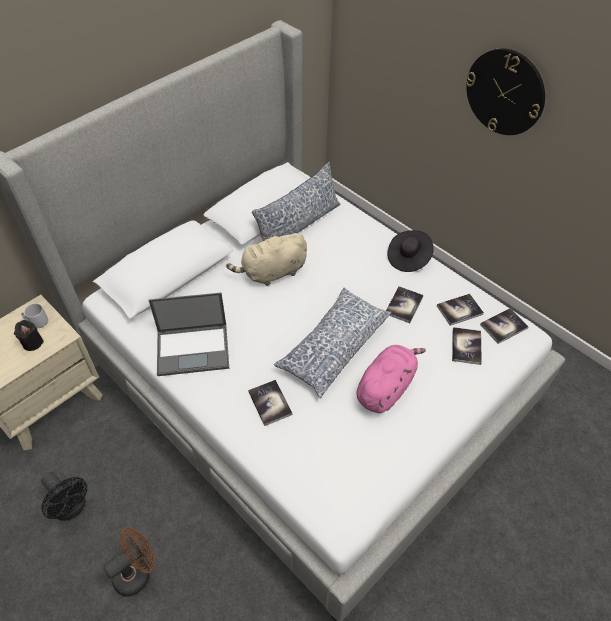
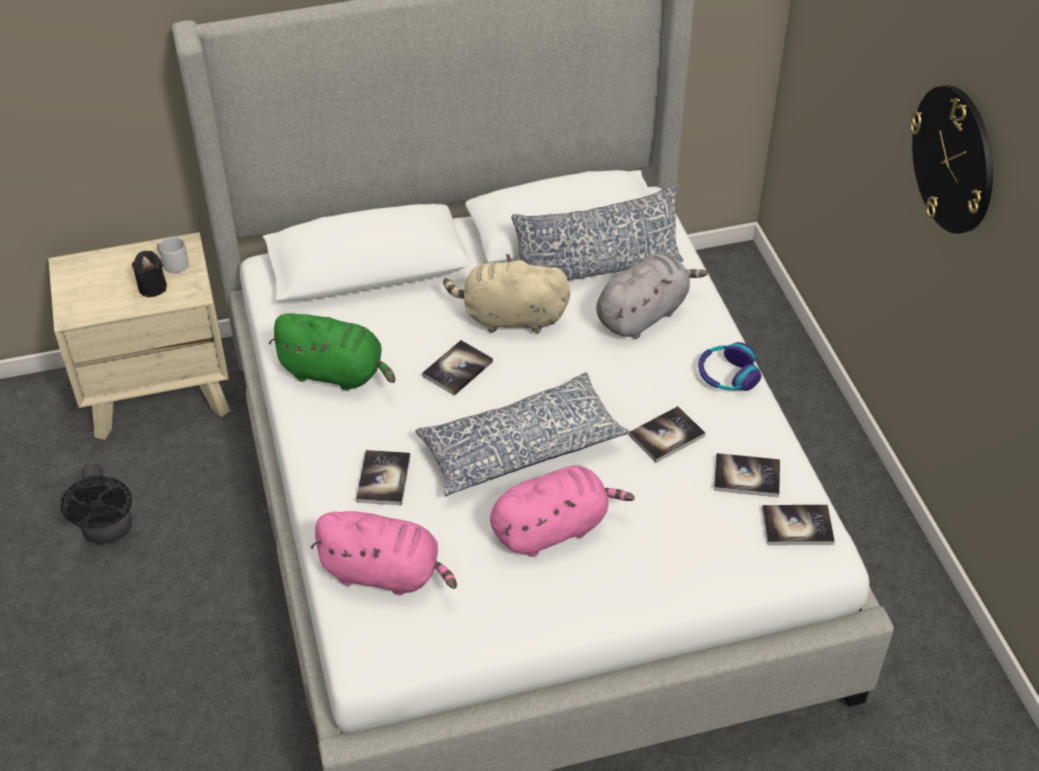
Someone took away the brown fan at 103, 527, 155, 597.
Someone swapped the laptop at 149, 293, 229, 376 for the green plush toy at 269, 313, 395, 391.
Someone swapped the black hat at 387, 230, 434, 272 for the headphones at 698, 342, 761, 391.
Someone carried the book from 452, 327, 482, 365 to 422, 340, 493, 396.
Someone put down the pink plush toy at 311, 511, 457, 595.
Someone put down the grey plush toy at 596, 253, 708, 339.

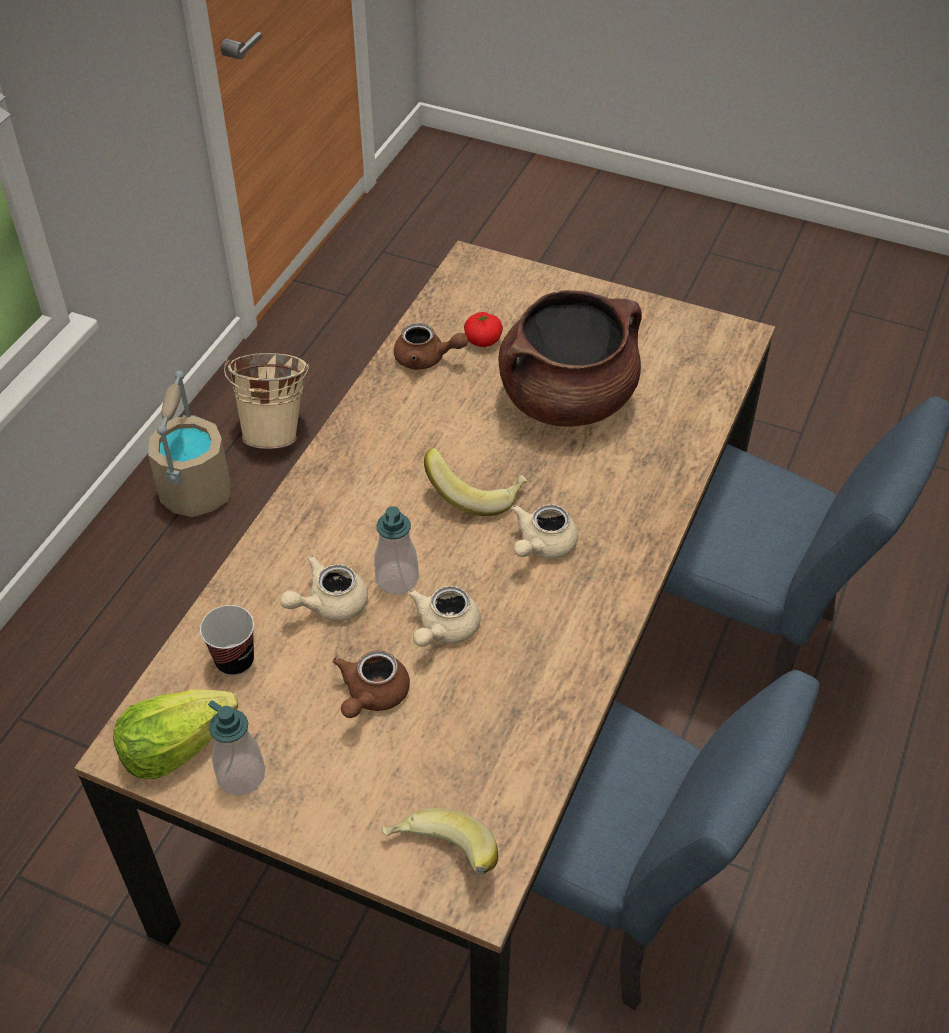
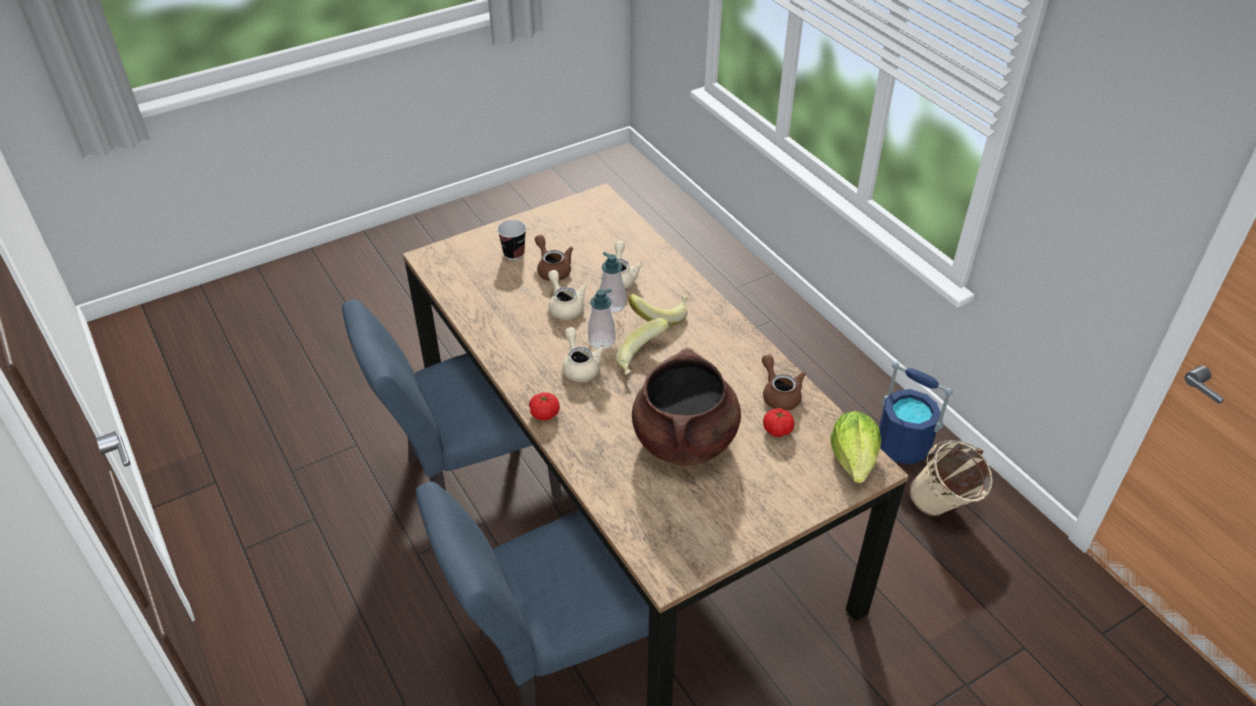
Someone carried the lettuce from 113, 689, 238, 779 to 831, 411, 881, 483.
Someone repainted the beige bucket at 148, 371, 231, 517, which became the blue bucket at 879, 362, 953, 465.
Someone carried the cup from 200, 605, 254, 676 to 497, 220, 526, 260.
Someone carried the soap dispenser from 208, 700, 265, 795 to 588, 289, 615, 349.
Someone carried the banana from 381, 808, 498, 874 to 629, 294, 688, 326.
Someone rotated the brown teapot at 394, 323, 468, 370 by 105 degrees clockwise.
Someone put down the tomato at 529, 393, 560, 420.

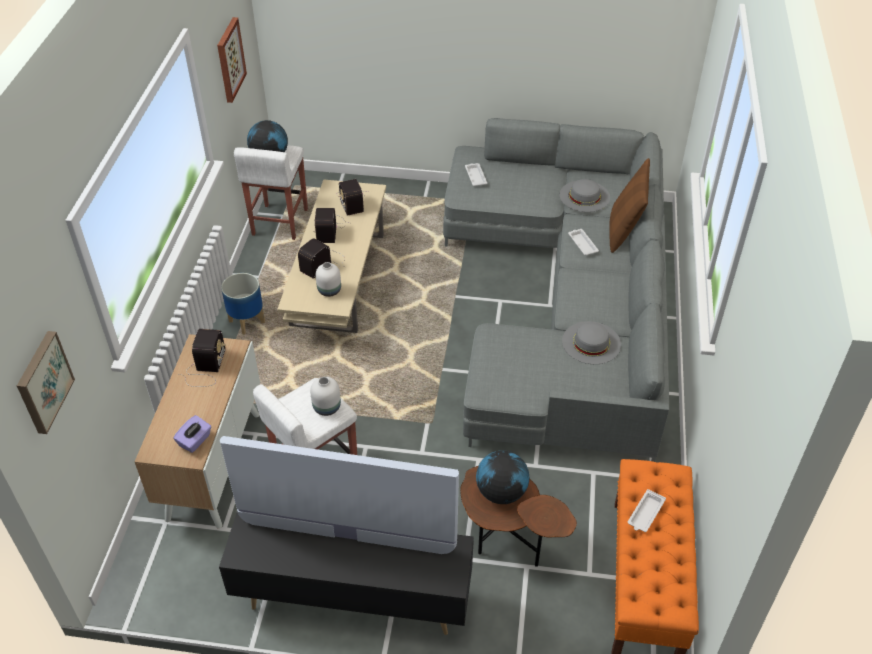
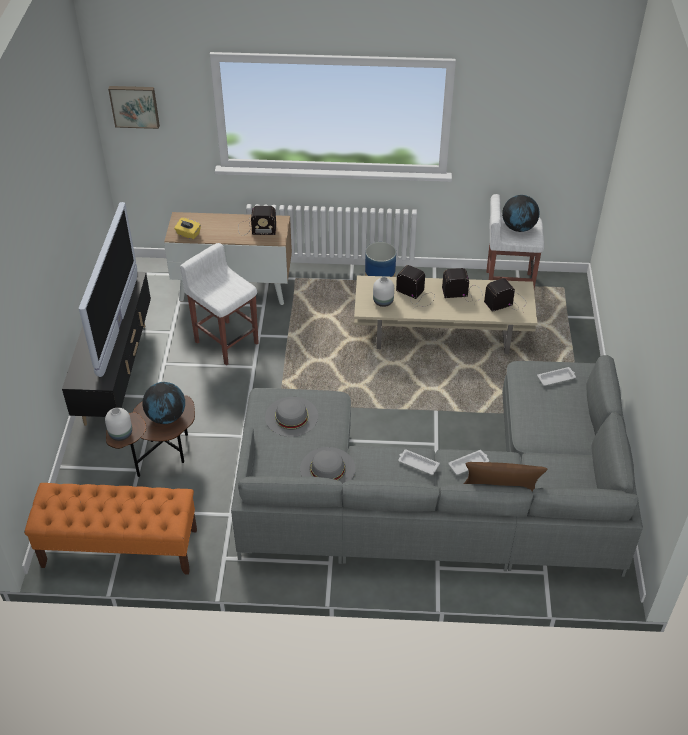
Someone repainted the purple tissue box at 173, 415, 211, 453, which became the yellow tissue box at 174, 218, 201, 240.
Someone took away the picture at 217, 17, 247, 103.
Someone carried the white vase from 310, 377, 341, 416 to 105, 408, 132, 441.
Someone carried the grey hat from 559, 179, 610, 212 to 265, 397, 318, 437.
Someone carried the white tray from 628, 489, 666, 532 to 398, 450, 440, 475.

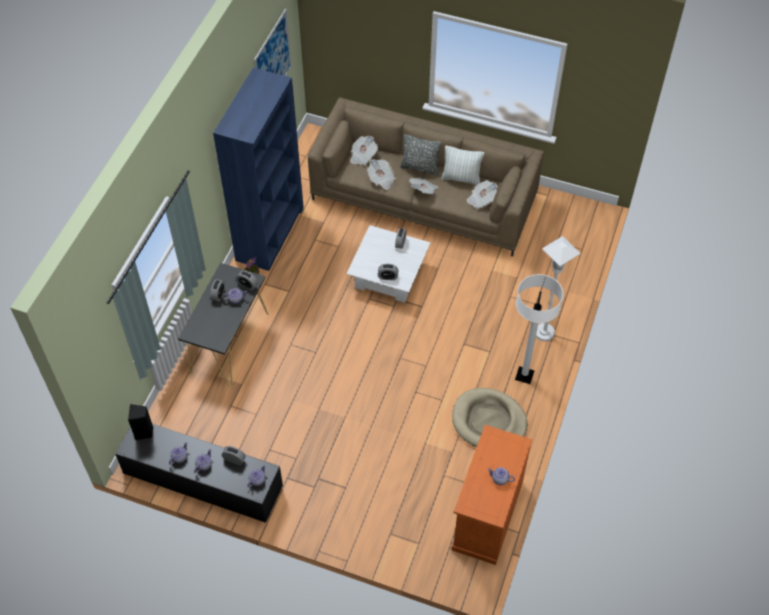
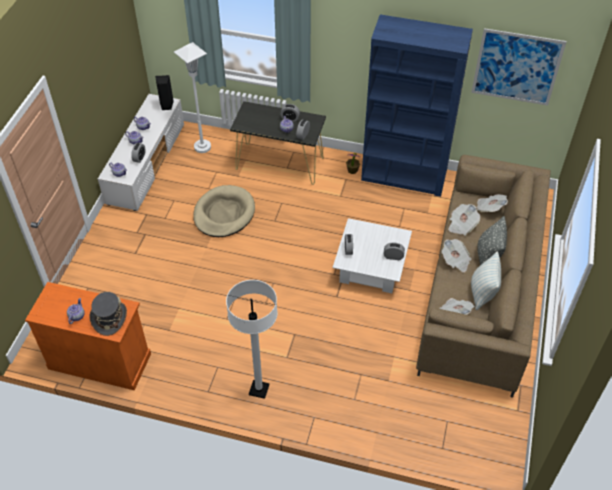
Someone repainted the black tv stand at 115, 424, 283, 523, which became the white tv stand at 98, 94, 184, 211.
Someone carried the beige dog bed from 452, 388, 527, 447 to 193, 185, 255, 237.
Someone carried the white floor lamp from 536, 236, 581, 341 to 174, 42, 211, 153.
Someone put down the grey hat at 90, 292, 127, 336.

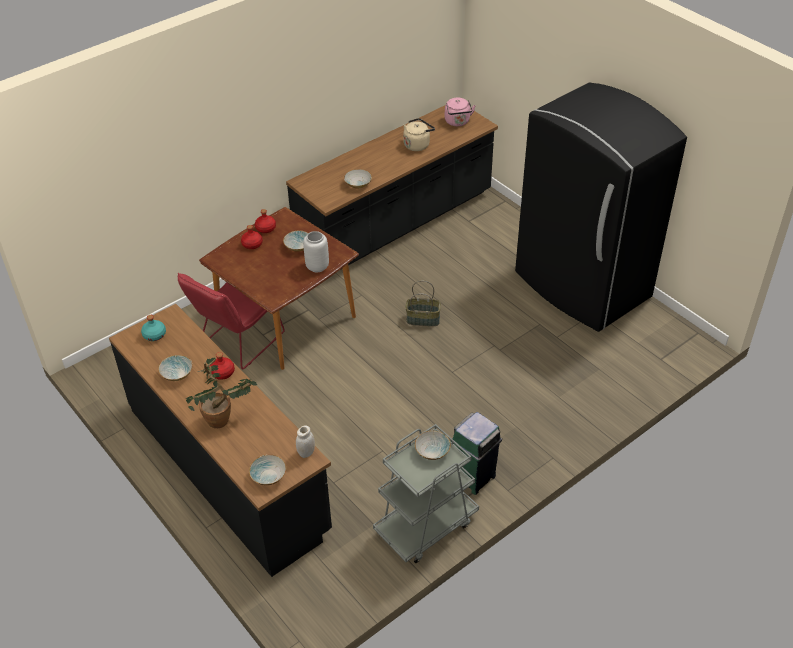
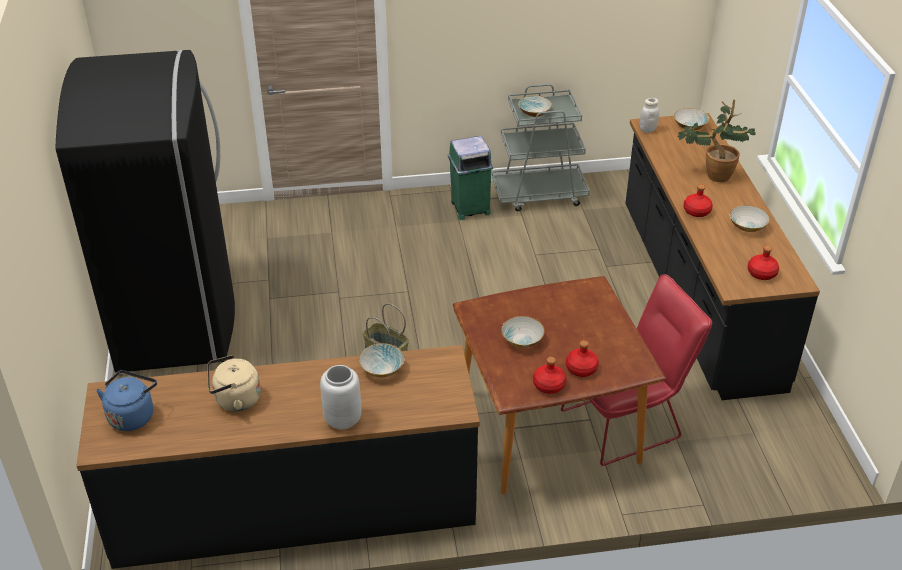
Someone repainted the turquoise bottle at 141, 315, 166, 341, which became the red bottle at 748, 245, 779, 280.
Someone carried the grey vase from 303, 231, 329, 272 to 320, 365, 361, 429.
Someone repainted the pink kettle at 445, 97, 476, 126, which became the blue kettle at 96, 370, 157, 431.

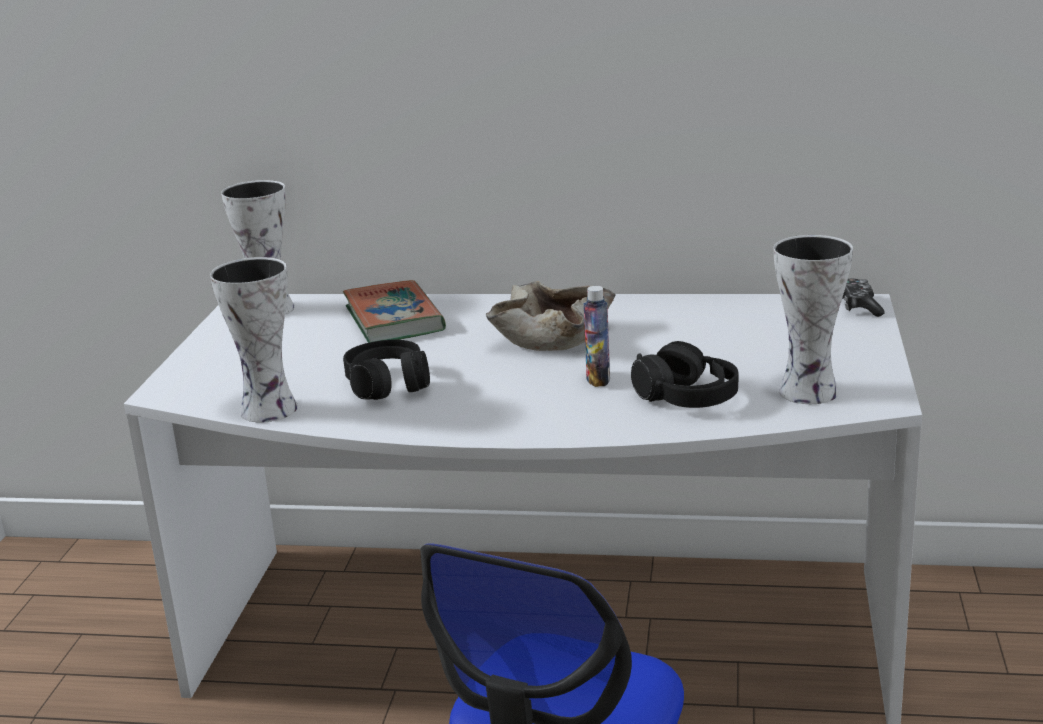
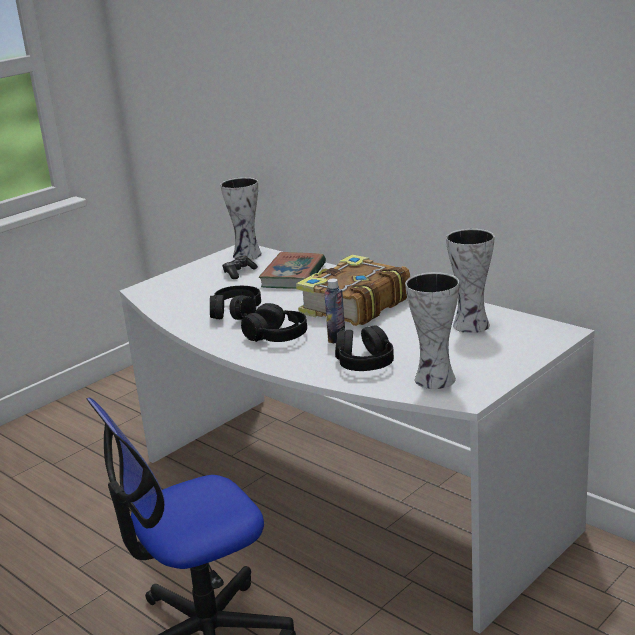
Someone carried the vase from 210, 257, 298, 423 to 446, 229, 494, 333.
Someone swapped the beige bowl at 486, 281, 615, 351 for the book at 296, 255, 410, 326.
Someone carried the game controller from 842, 279, 885, 317 to 222, 256, 258, 279.
Someone put down the black headphones at 241, 303, 307, 342.

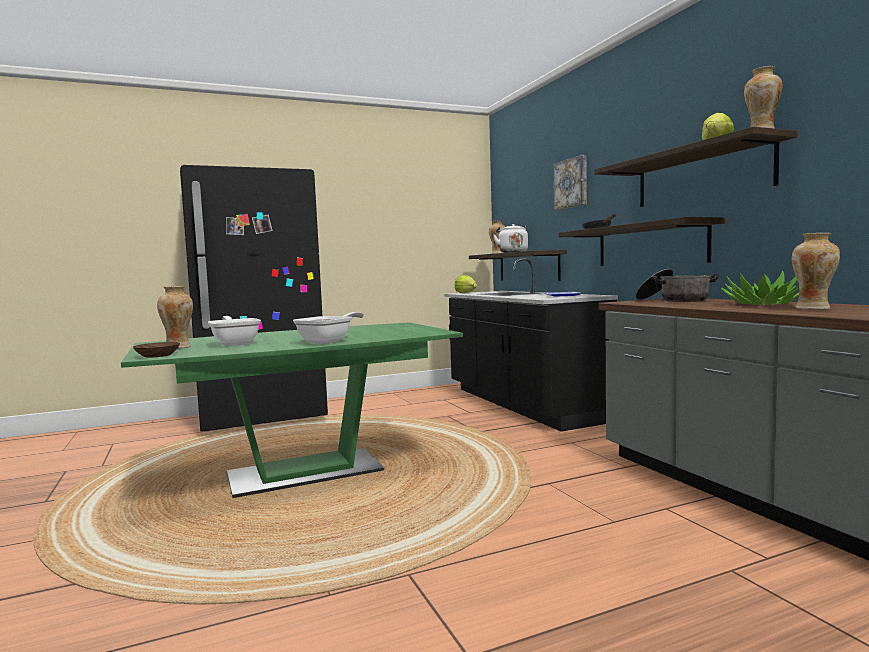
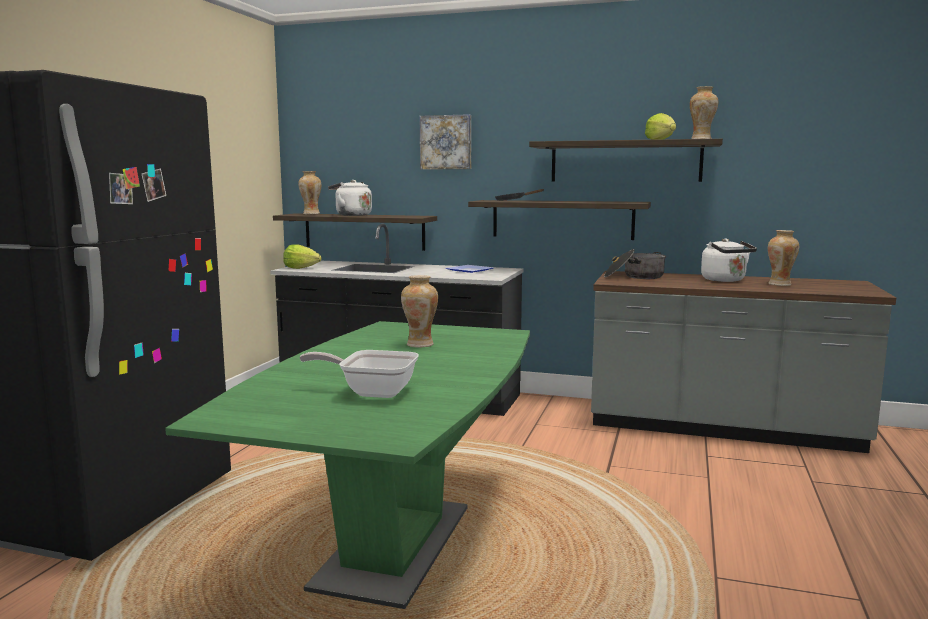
Someone took away the brown bowl at 133, 342, 180, 358.
Someone carried the vase from 157, 286, 193, 349 to 401, 275, 438, 347.
Someone took away the frying pan at 293, 312, 364, 344.
Someone swapped the potted plant at 721, 270, 799, 305 for the white kettle at 701, 238, 757, 282.

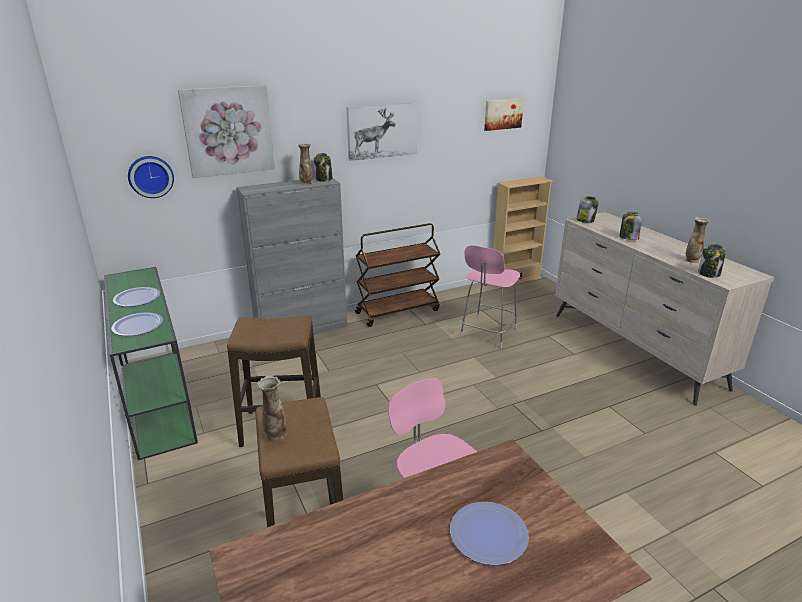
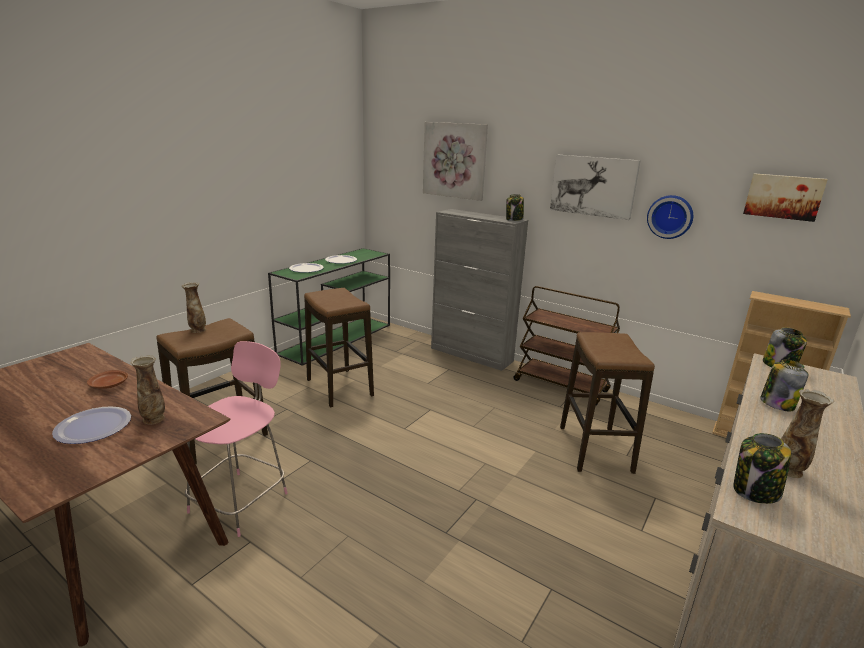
Someone carried the wall clock from 128, 156, 174, 198 to 647, 195, 693, 239.
Someone carried the vase from 298, 143, 313, 185 to 130, 355, 165, 425.
Someone swapped the pink chair at 460, 245, 520, 348 for the stool at 560, 332, 655, 474.
Someone put down the brown plate at 87, 370, 128, 389.

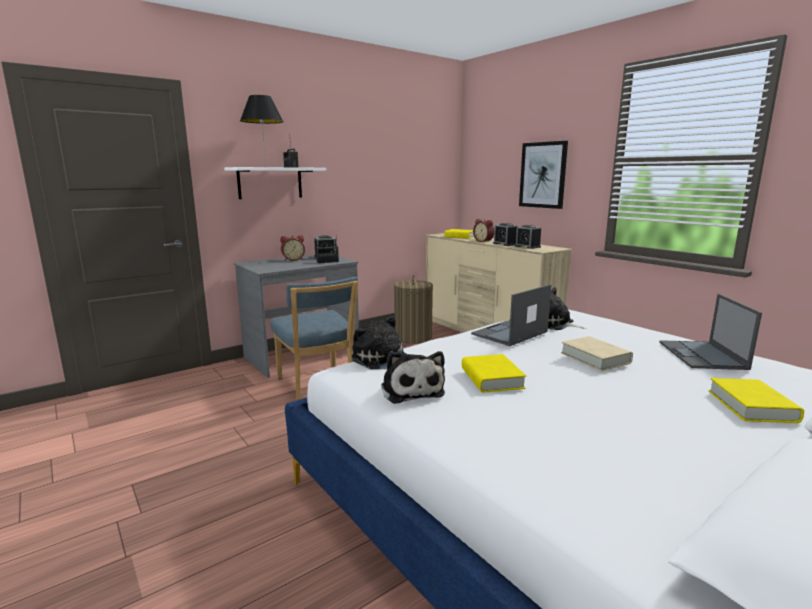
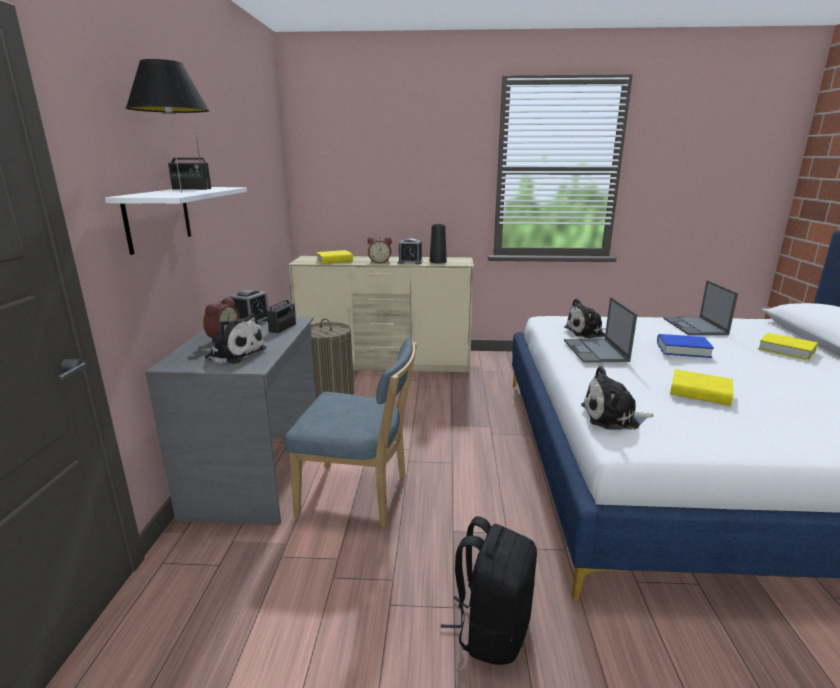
Someone carried the plush toy from 381, 351, 445, 404 to 201, 314, 267, 364.
Someone swapped the alarm clock at 515, 225, 541, 249 for the black vase at 430, 224, 447, 263.
Someone took away the picture at 519, 141, 568, 209.
Someone repainted the beige book at 561, 336, 633, 371, which became the blue book at 657, 334, 714, 358.
Someone rotated the laptop at 659, 294, 762, 370 by 45 degrees clockwise.
Someone put down the black backpack at 441, 516, 537, 665.

